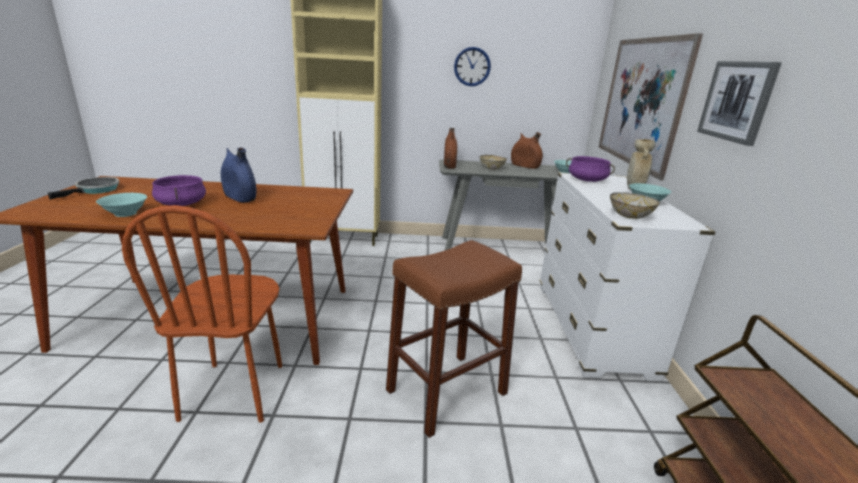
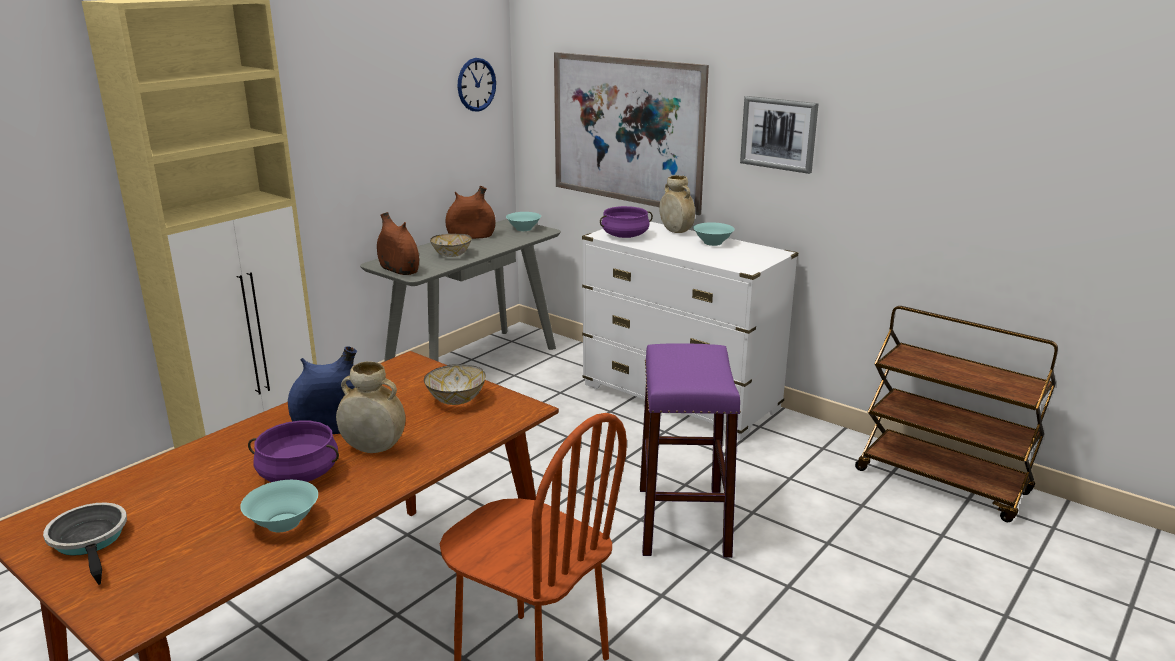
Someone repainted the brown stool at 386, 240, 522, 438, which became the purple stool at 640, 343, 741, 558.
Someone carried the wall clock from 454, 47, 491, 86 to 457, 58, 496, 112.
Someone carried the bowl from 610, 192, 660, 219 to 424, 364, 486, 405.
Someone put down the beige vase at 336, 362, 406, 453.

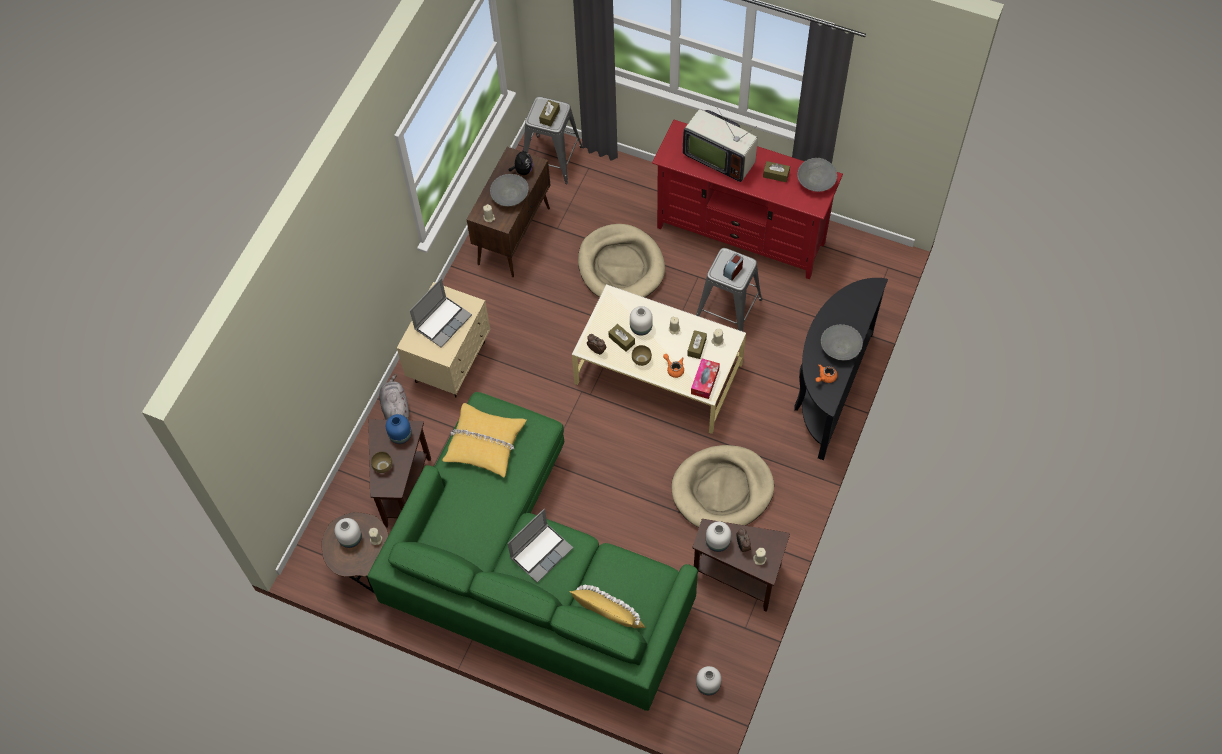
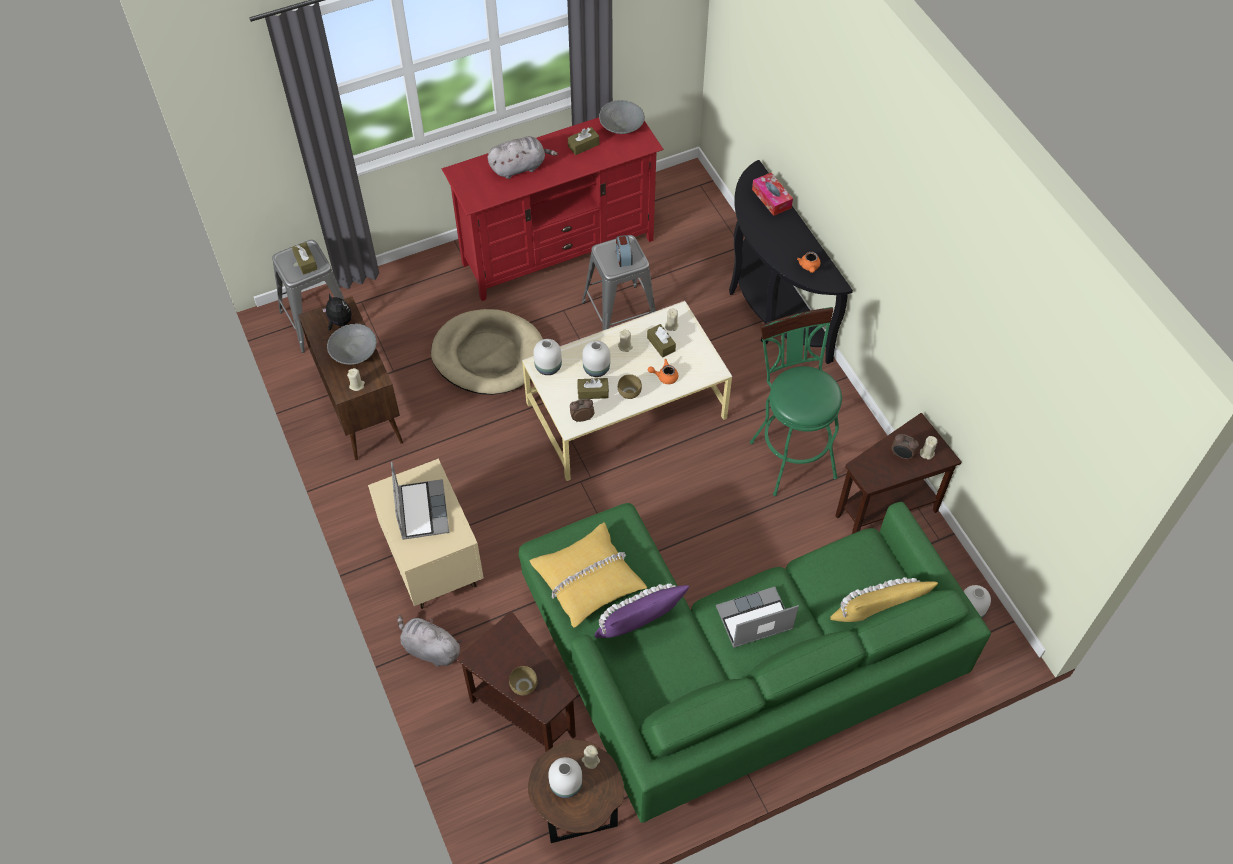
Someone took away the blue vase at 386, 414, 412, 444.
Someone rotated the laptop at 508, 509, 573, 583 by 105 degrees counterclockwise.
Someone swapped the beige dog bed at 671, 445, 774, 528 for the green stool at 750, 307, 842, 496.
Someone swapped the television at 683, 108, 758, 182 for the grey plush toy at 487, 136, 558, 179.
Someone carried the tissue box from 691, 359, 720, 399 to 752, 173, 793, 216.
Someone carried the white vase from 706, 521, 731, 552 to 534, 339, 562, 375.
Someone took away the grey bowl at 821, 324, 863, 361.
Someone put down the purple pillow at 594, 584, 689, 638.

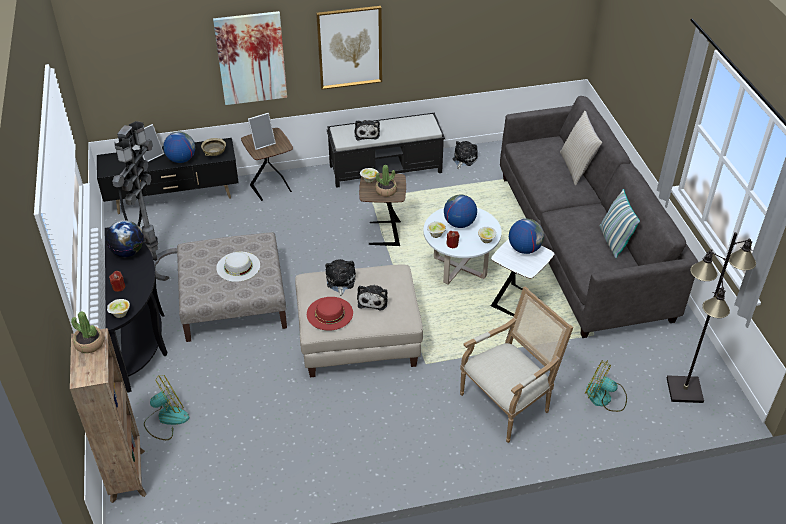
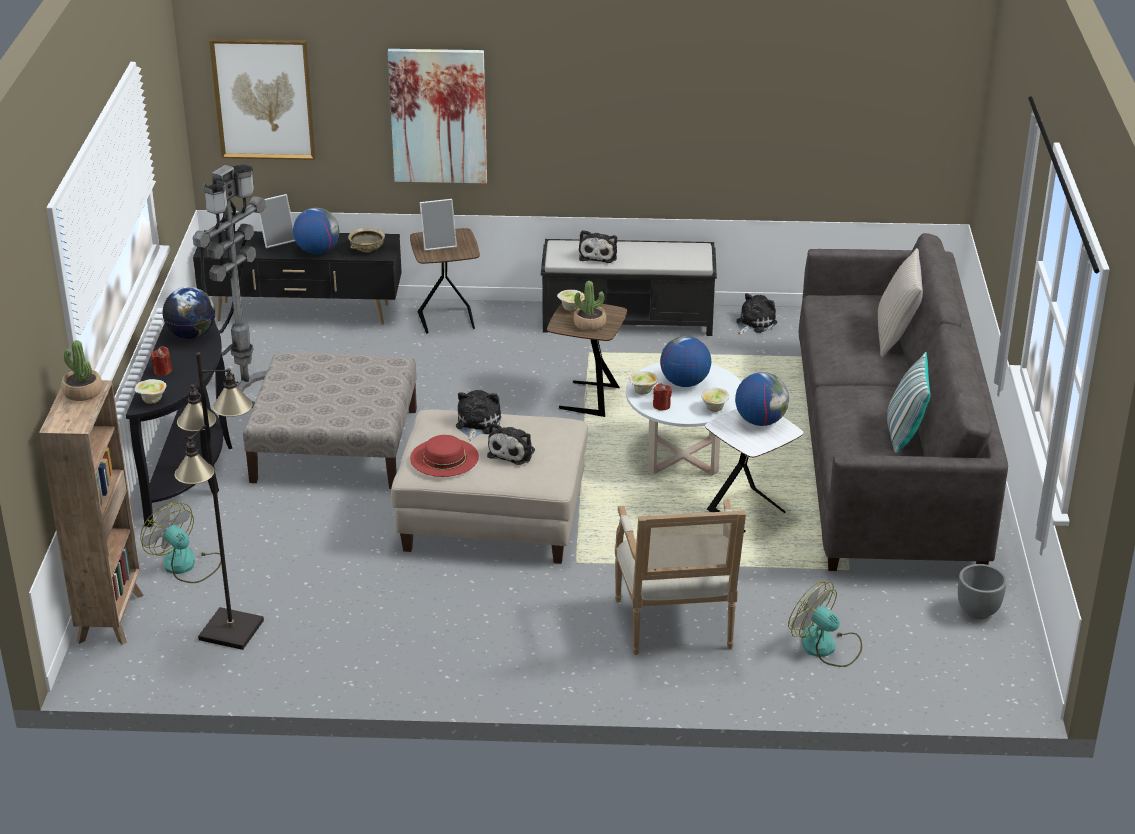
Someone rotated the fan at 144, 375, 189, 440 by 120 degrees counterclockwise.
Someone took away the white hat at 216, 252, 260, 282.
Someone carried the picture from 316, 6, 382, 90 to 209, 39, 315, 160.
Someone rotated the armchair at 460, 286, 573, 443 by 105 degrees clockwise.
Someone carried the black floor lamp from 667, 232, 756, 403 to 174, 352, 264, 650.
Someone put down the grey planter at 958, 564, 1007, 619.

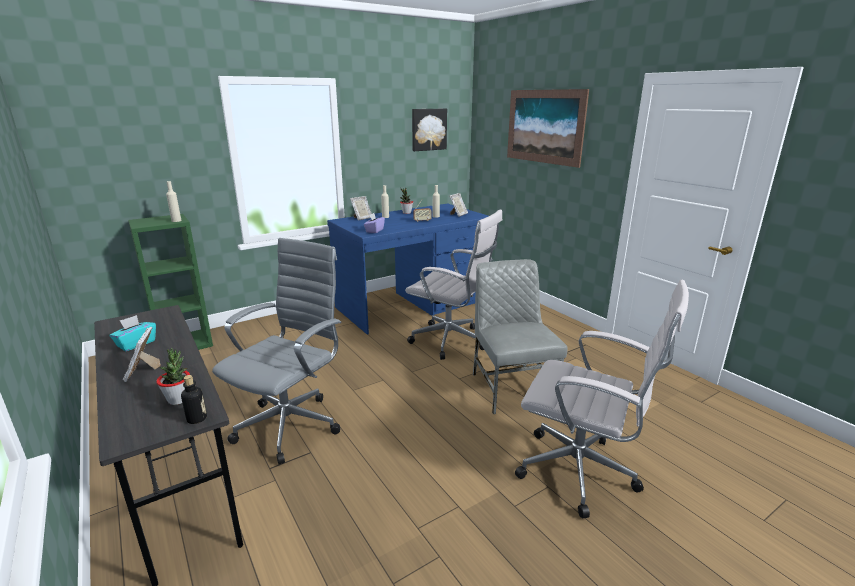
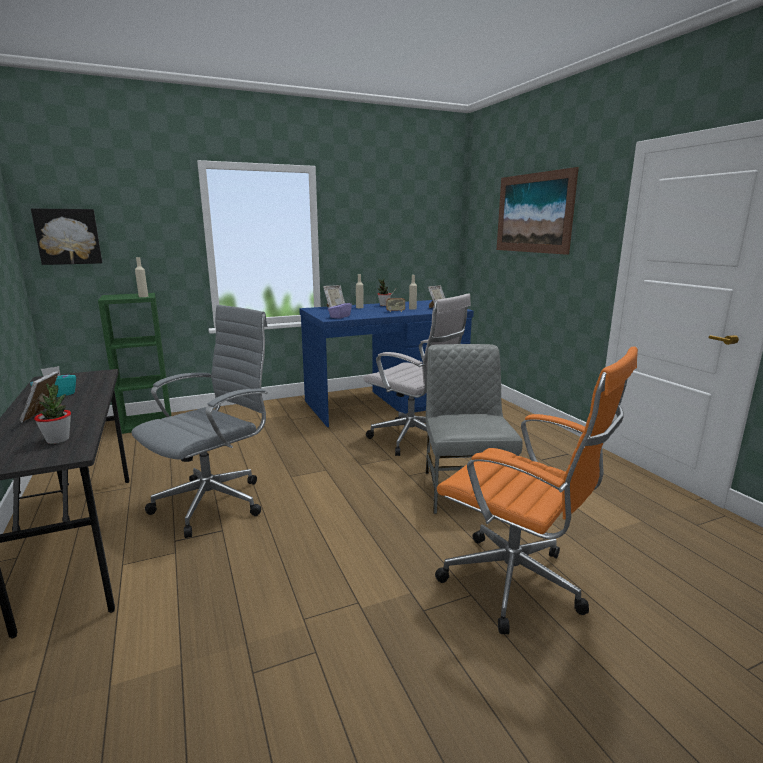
Someone took away the bottle at 181, 375, 207, 424.
Someone carried the picture from 412, 109, 447, 151 to 31, 208, 102, 265.
Someone repainted the white office chair at 515, 280, 689, 518, which became the orange office chair at 435, 346, 638, 634.

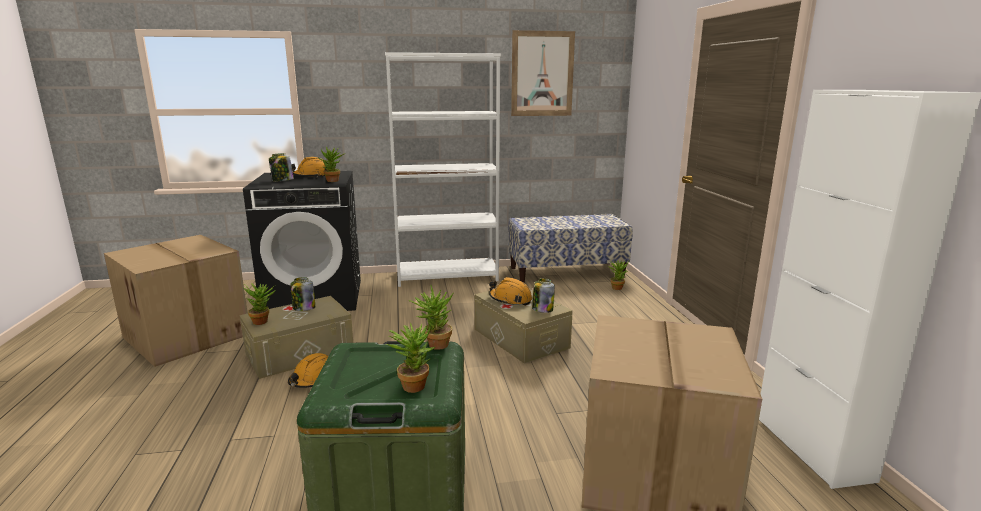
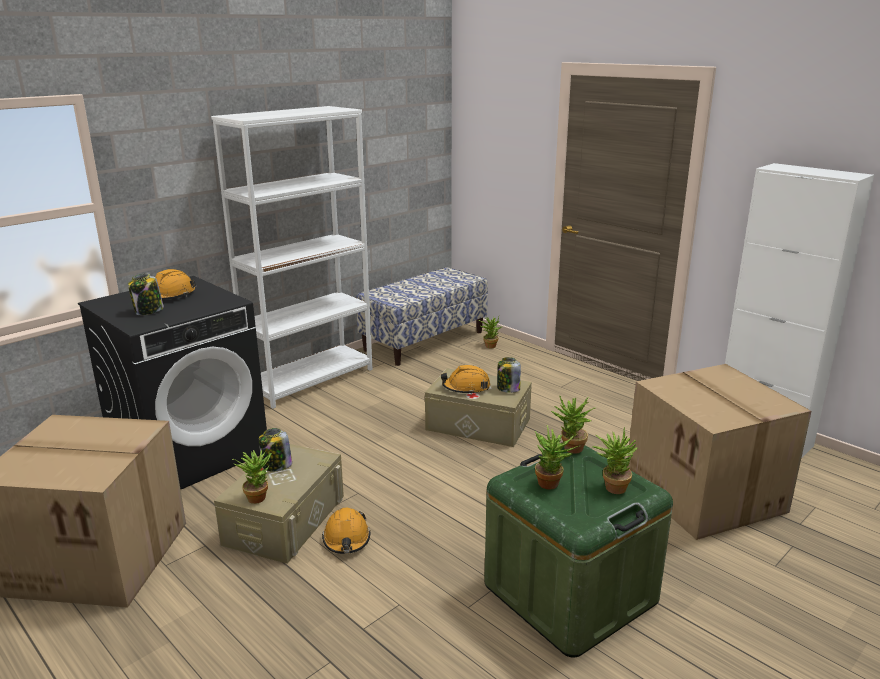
Someone carried the potted plant from 319, 147, 344, 182 to 535, 425, 581, 489.
Someone took away the picture at 511, 30, 575, 116.

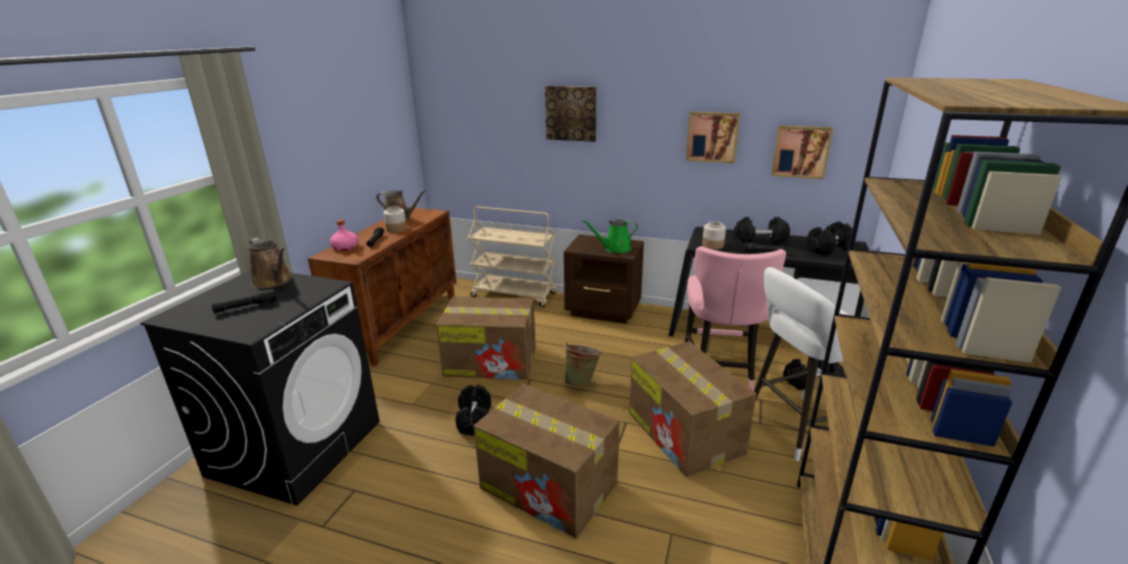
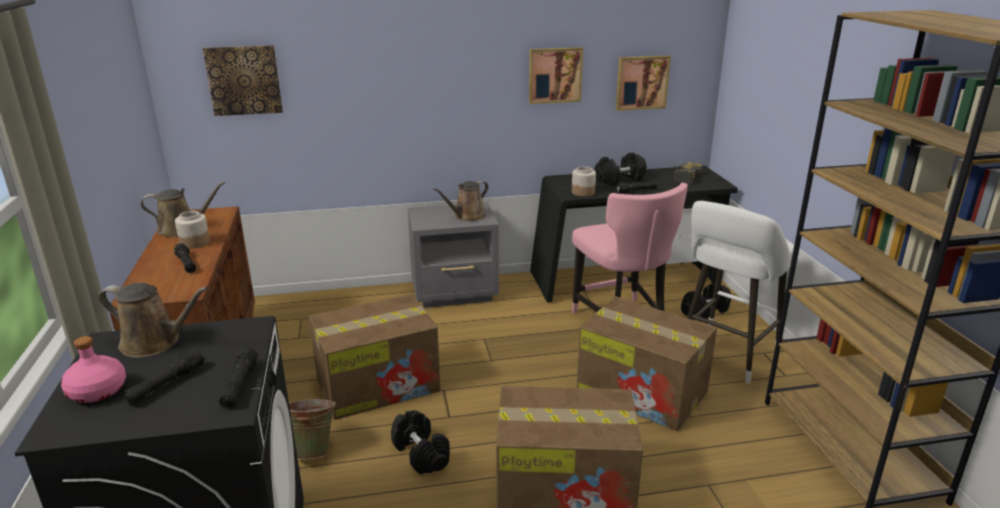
Someone carried the pink bottle from 330, 220, 358, 251 to 61, 336, 126, 403.
Someone took away the beige cart at 468, 206, 557, 307.
Someone carried the picture from 545, 86, 597, 142 to 203, 45, 283, 116.
Someone carried the green bucket from 563, 342, 602, 388 to 289, 399, 336, 460.
Someone repainted the brown nightstand at 564, 235, 644, 324, which became the grey nightstand at 408, 202, 499, 308.
Someone repainted the green watering can at 582, 219, 638, 253, which became the brown watering can at 433, 181, 488, 221.
Someone swapped the black dumbbell at 806, 221, 852, 256 for the power drill at 674, 162, 703, 184.
Someone put down the black flashlight at 219, 348, 258, 409.

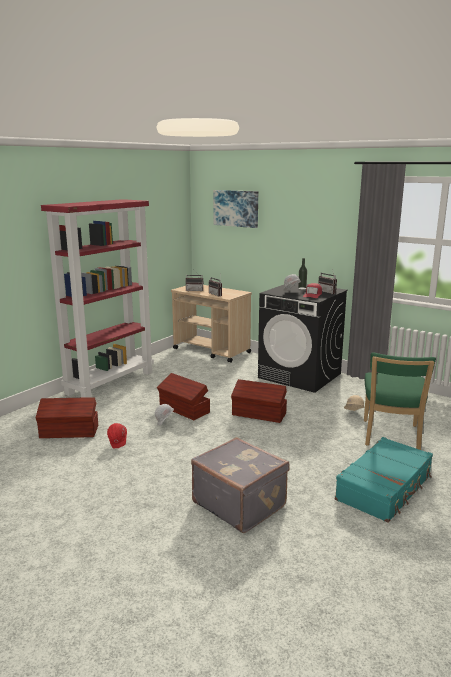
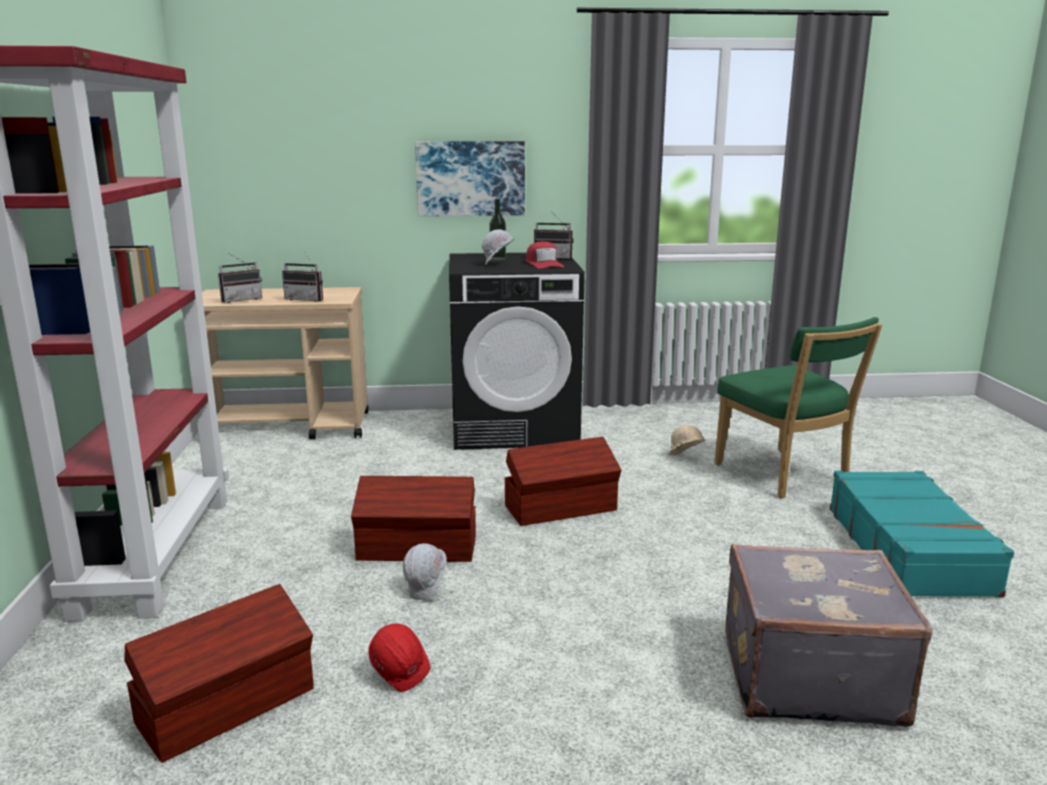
Someone carried the picture from 213, 190, 258, 228 to 415, 141, 525, 216.

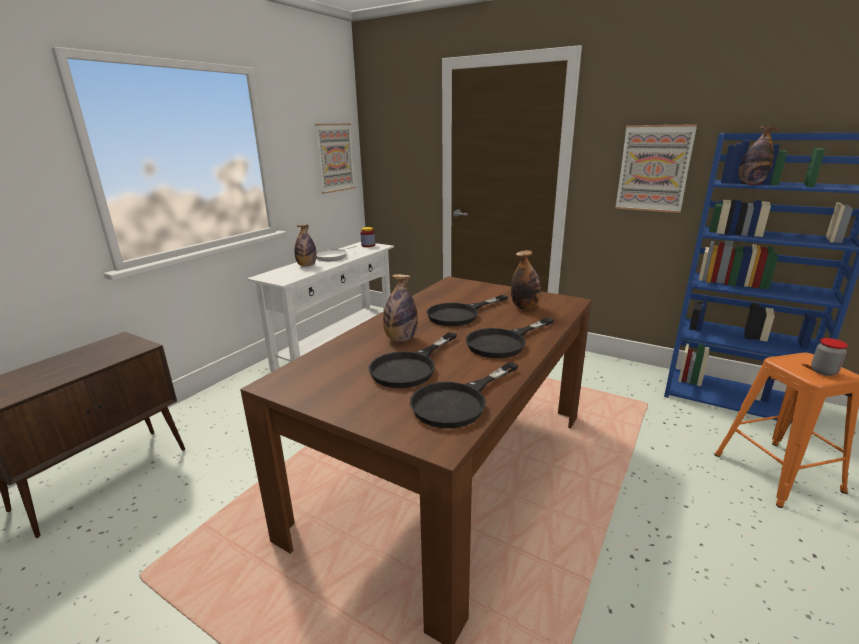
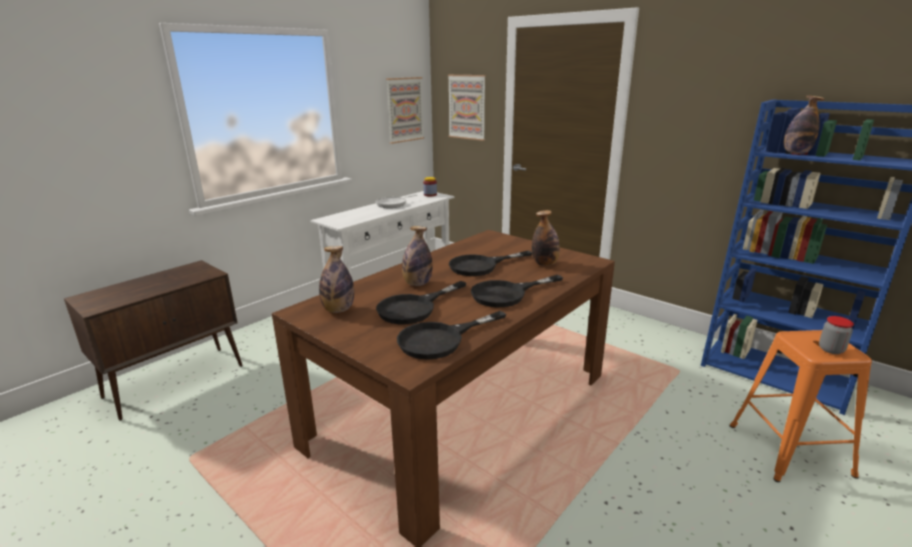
Someone carried the bottle from 295, 225, 316, 267 to 319, 246, 354, 313.
Someone carried the picture from 615, 124, 697, 213 to 448, 75, 486, 141.

